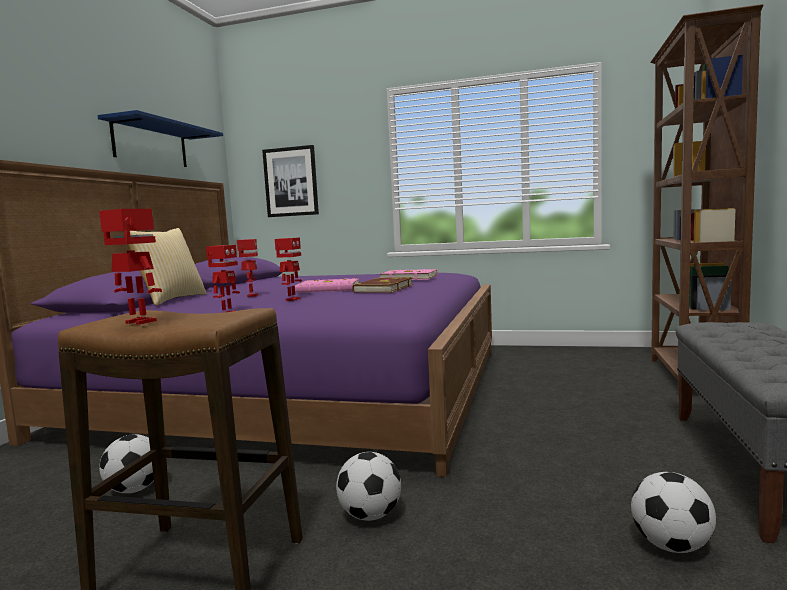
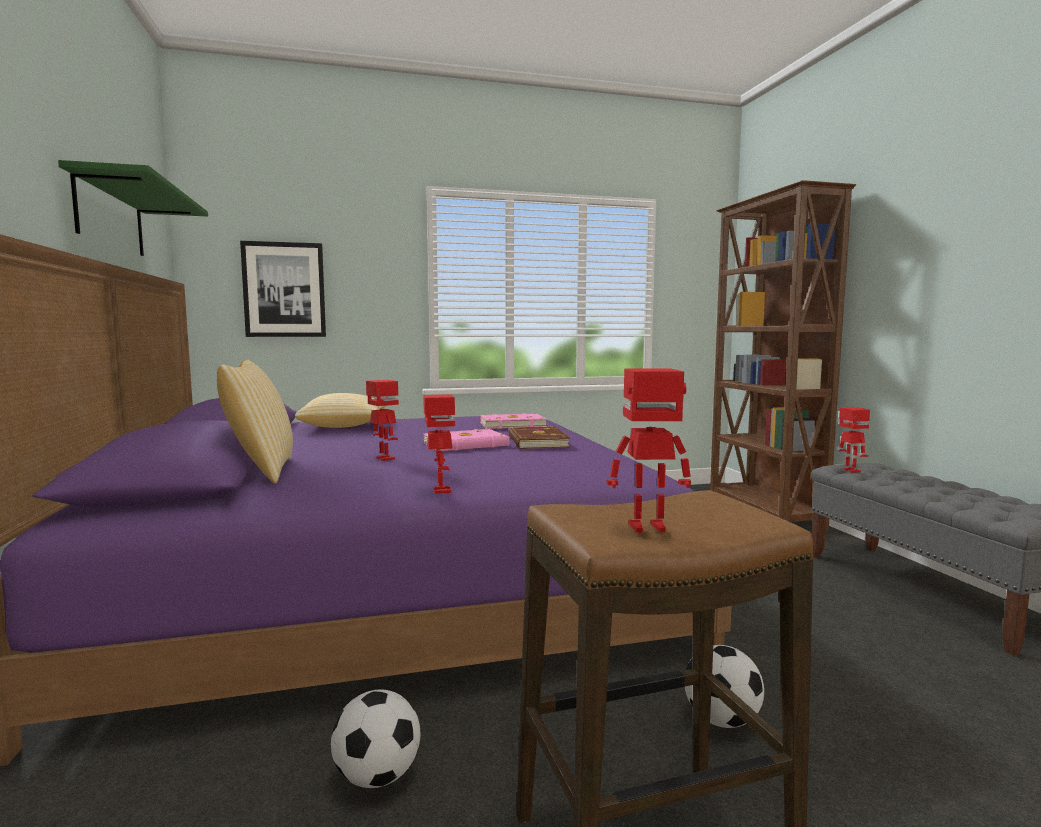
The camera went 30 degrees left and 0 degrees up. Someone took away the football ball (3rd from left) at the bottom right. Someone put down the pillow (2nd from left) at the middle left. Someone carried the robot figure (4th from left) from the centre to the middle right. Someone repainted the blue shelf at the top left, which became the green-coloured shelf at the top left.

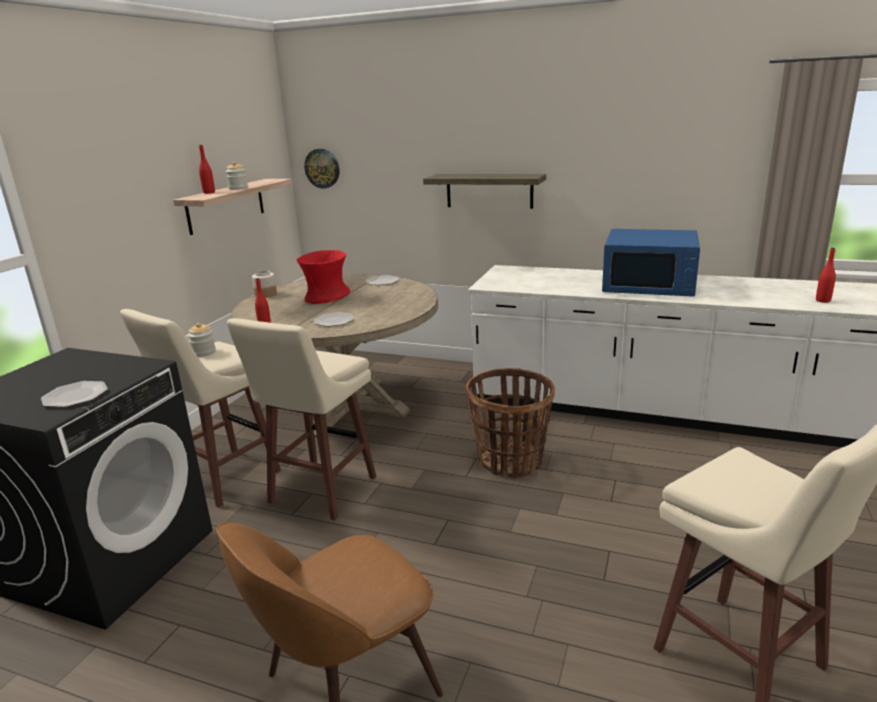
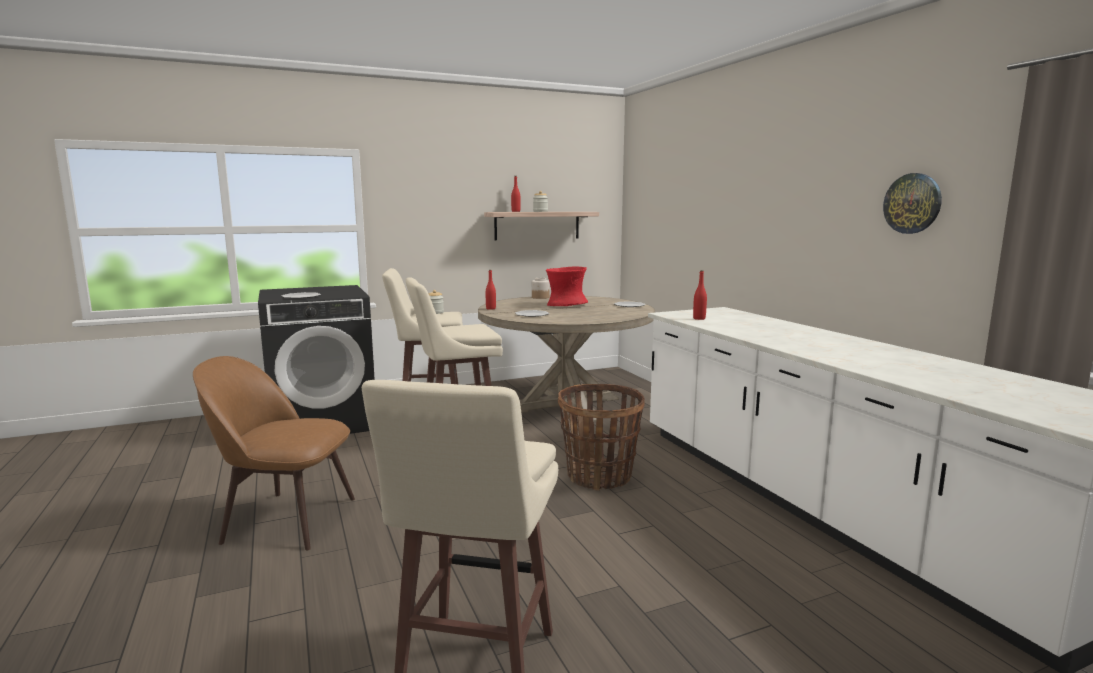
The camera went 45 degrees right and 10 degrees down. Someone took away the shelf (2nd from left) at the top centre. Someone took away the blue microwave at the middle right. Someone carried the clock on the wall from the top centre to the top right. Someone carried the red beverage bottle (3rd from left) from the middle right to the centre.

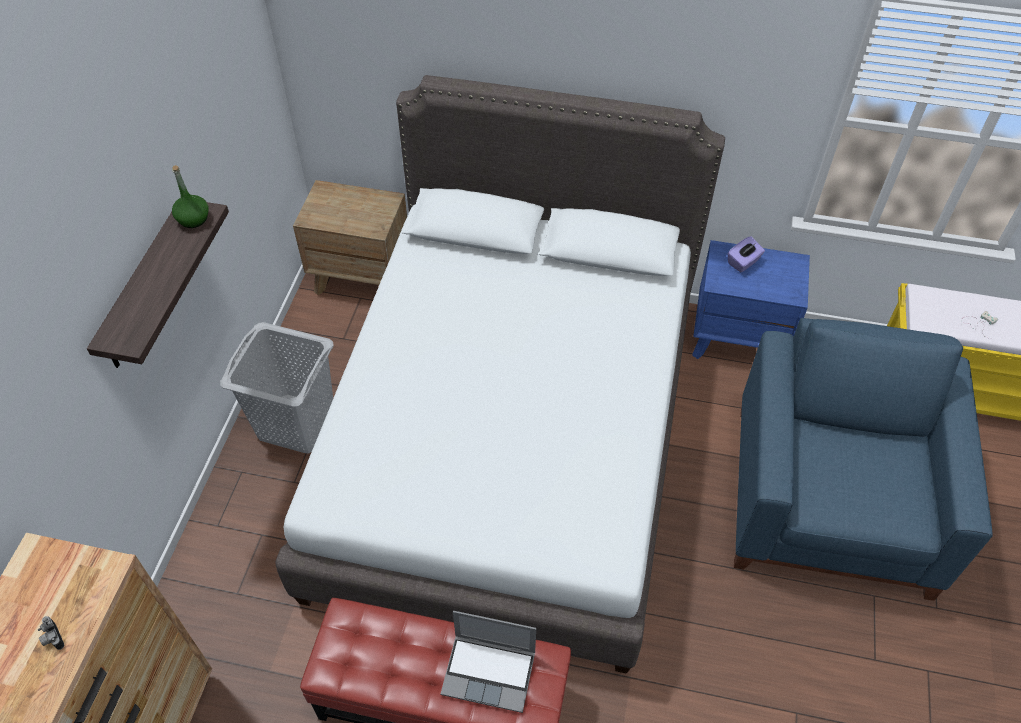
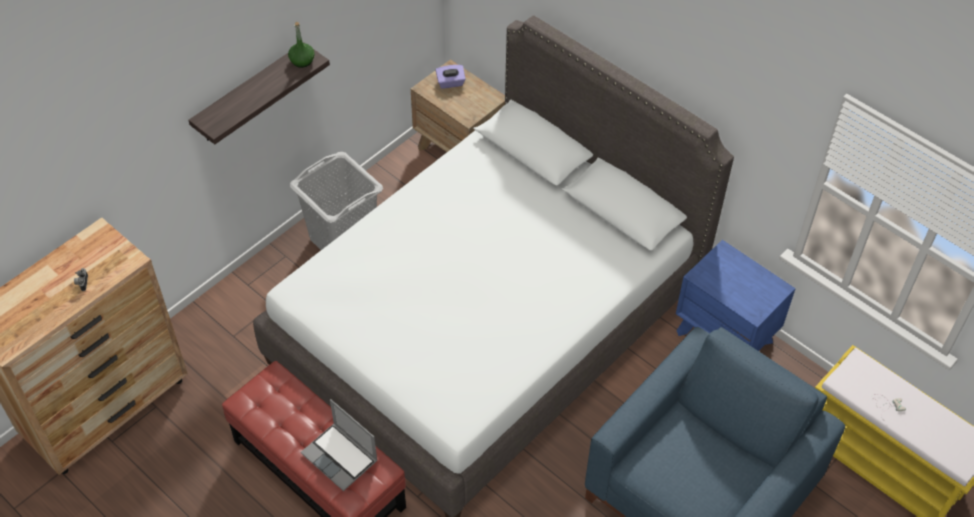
The camera went 30 degrees right and 0 degrees up. Someone carried the purplish tissue box from the middle right to the top centre.

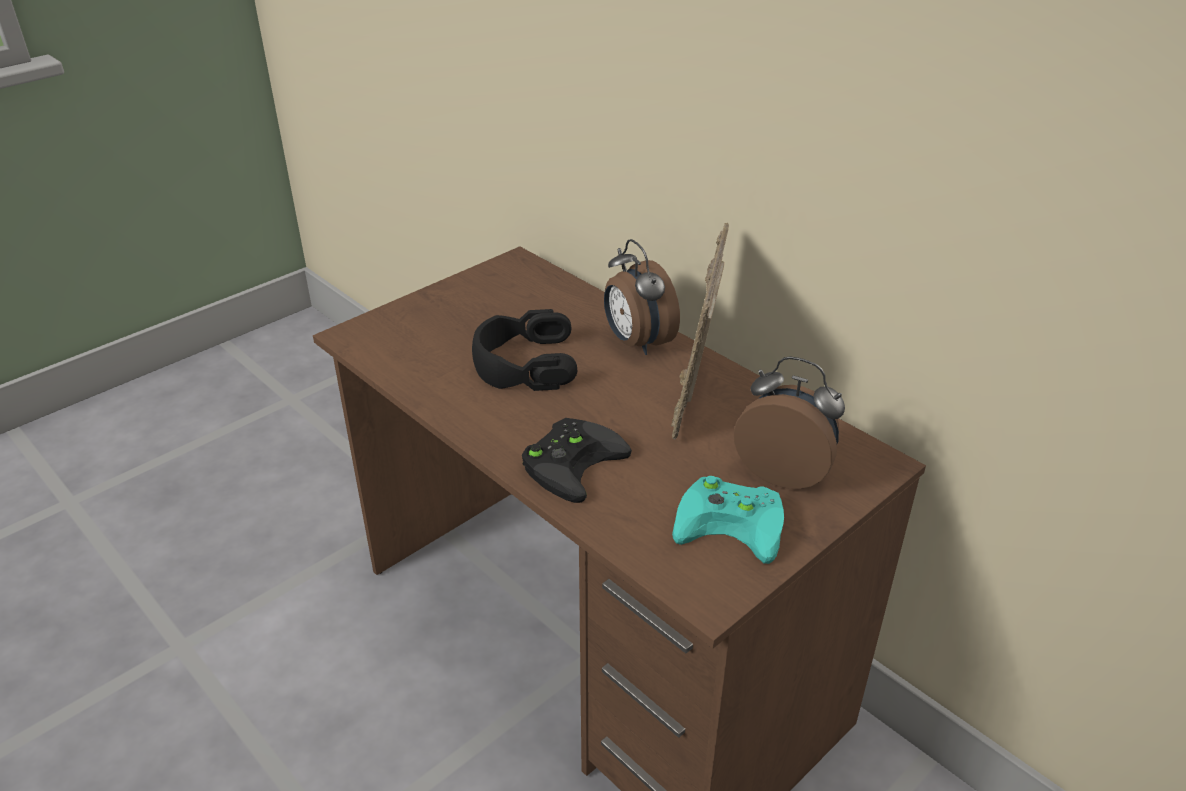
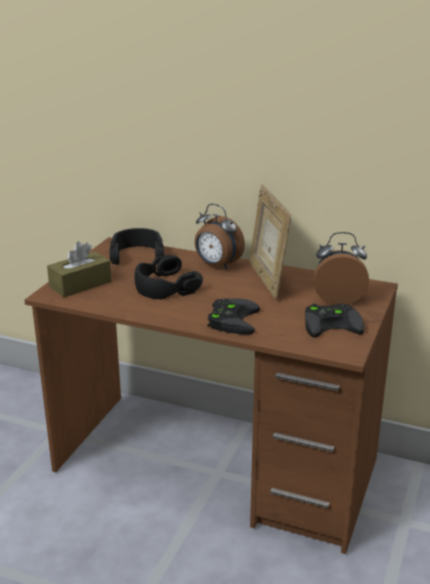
The camera went 25 degrees left and 10 degrees down. Someone put down the brown-coloured tissue box at the middle left. Someone put down the black-coloured headphones (1st from left) at the middle left. Someone repainted the blue-green joypad at the centre, which became the black-coloured joypad (2nd from left) at the middle right.

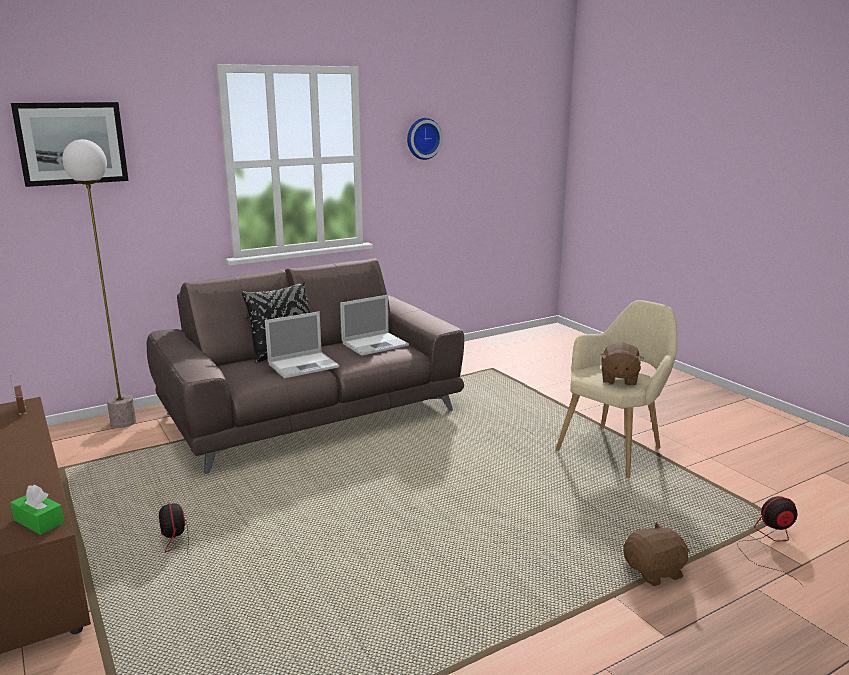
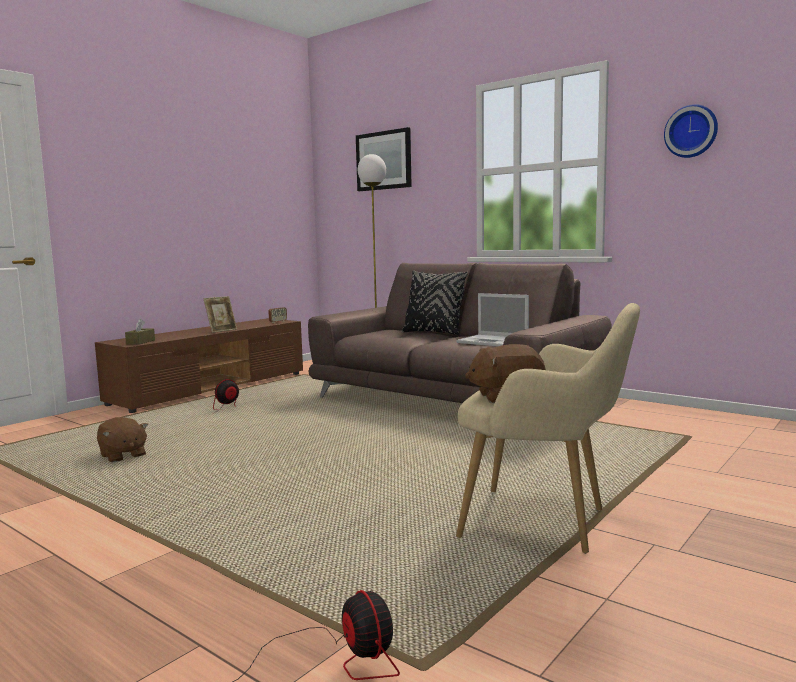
The camera went 70 degrees right and 10 degrees down. Someone took away the notebook computer (1st from left) at the centre. Someone put down the standing frame at the middle left. Someone carried the brown-coloured plush toy (2nd from left in the first image) from the bottom right to the middle left. Someone repainted the green-coloured tissue box at the bottom left, which became the brown-coloured tissue box at the middle left.

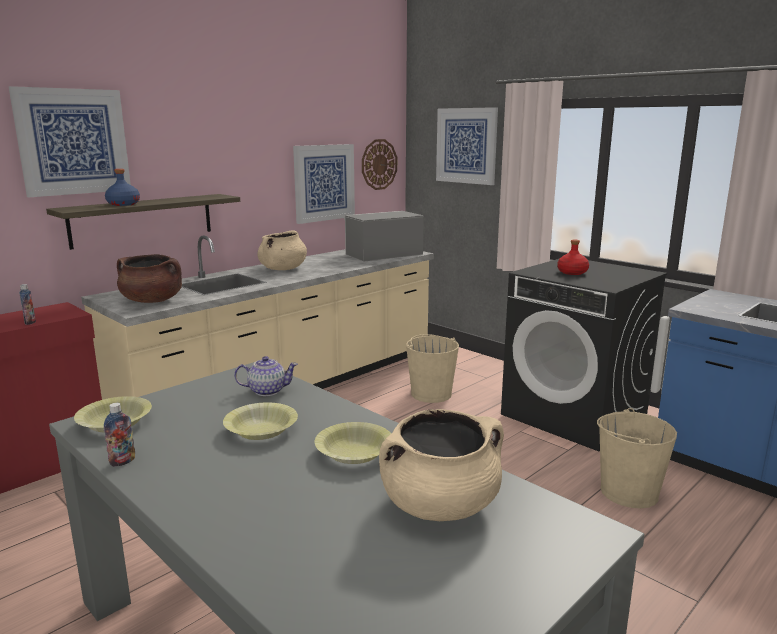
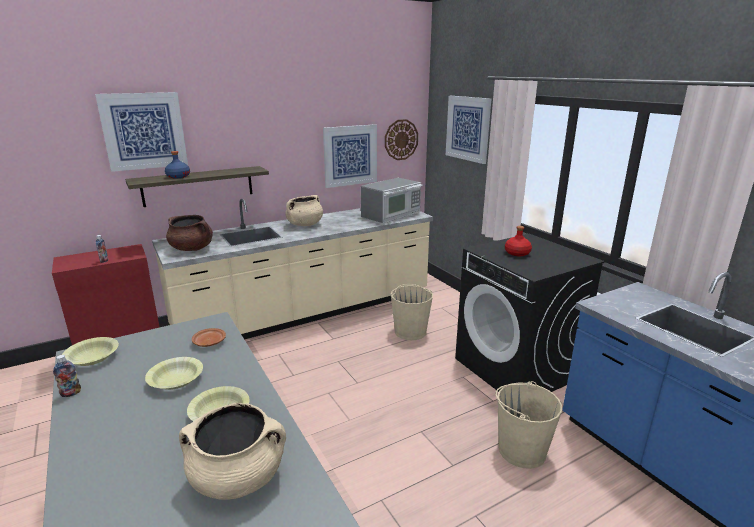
The camera went 15 degrees right and 5 degrees up. Someone swapped the pot for tea at the centre for the brown-coloured dinner plate at the middle left. Someone rotated the microwave at the centre by 150 degrees clockwise.

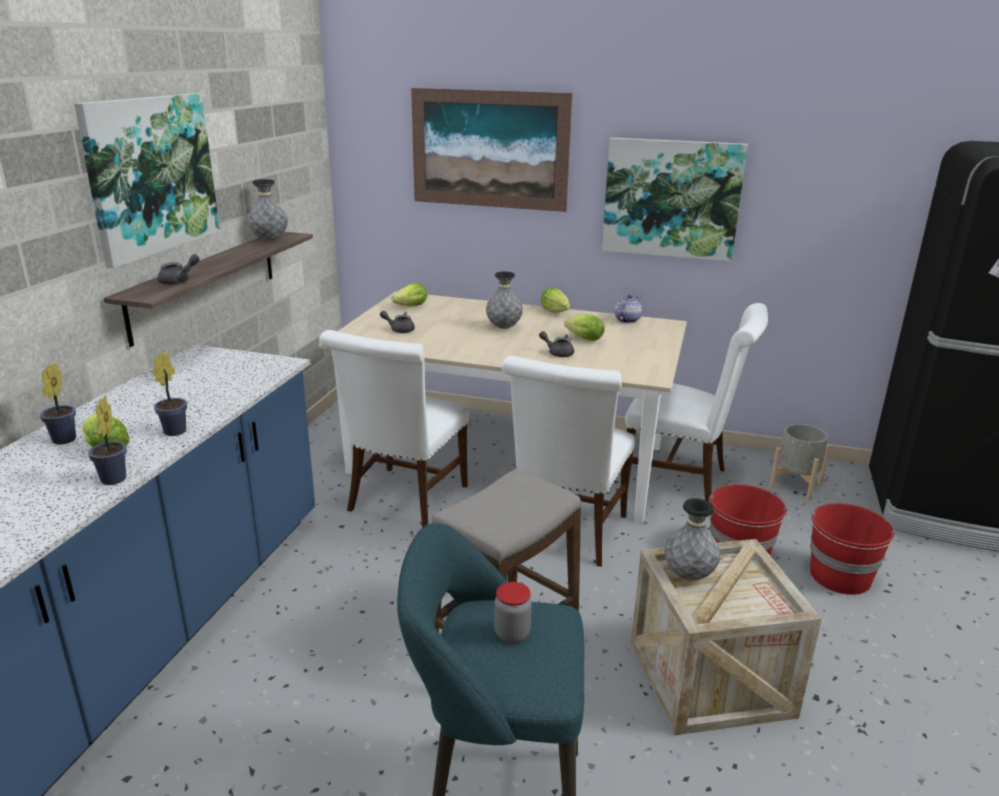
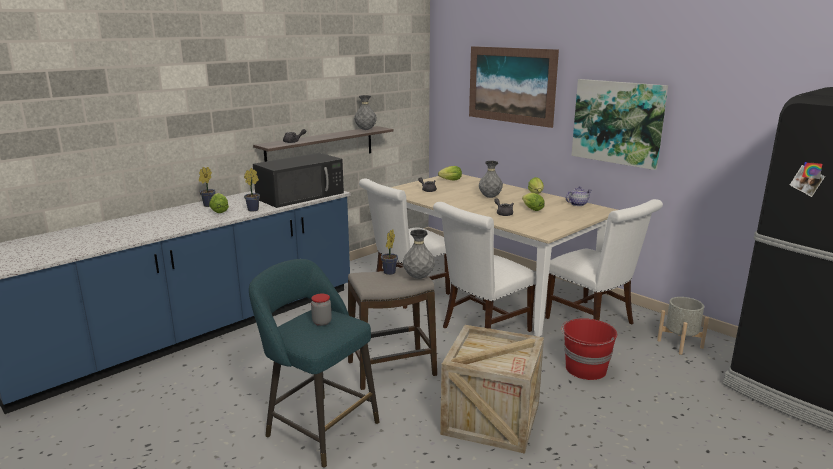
The camera went 30 degrees right and 5 degrees down. Someone took away the wall art (1st from left) at the top left. Someone took away the red water bucket (2nd from left) at the bottom right. Someone put down the black-coloured microwave at the centre. Someone carried the potted plant (2nd from left in the first image) from the middle left to the centre. Someone carried the greyish vase (3rd from left in the first image) from the bottom right to the centre.

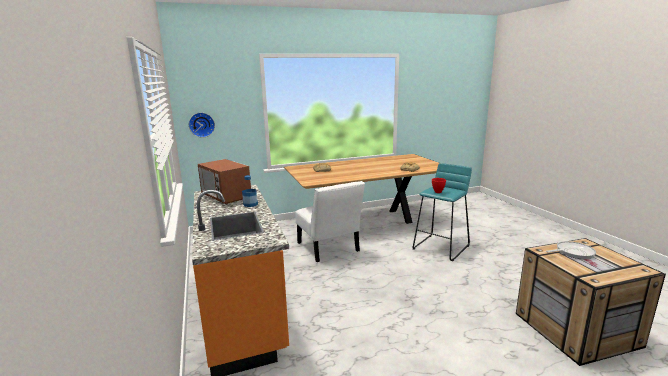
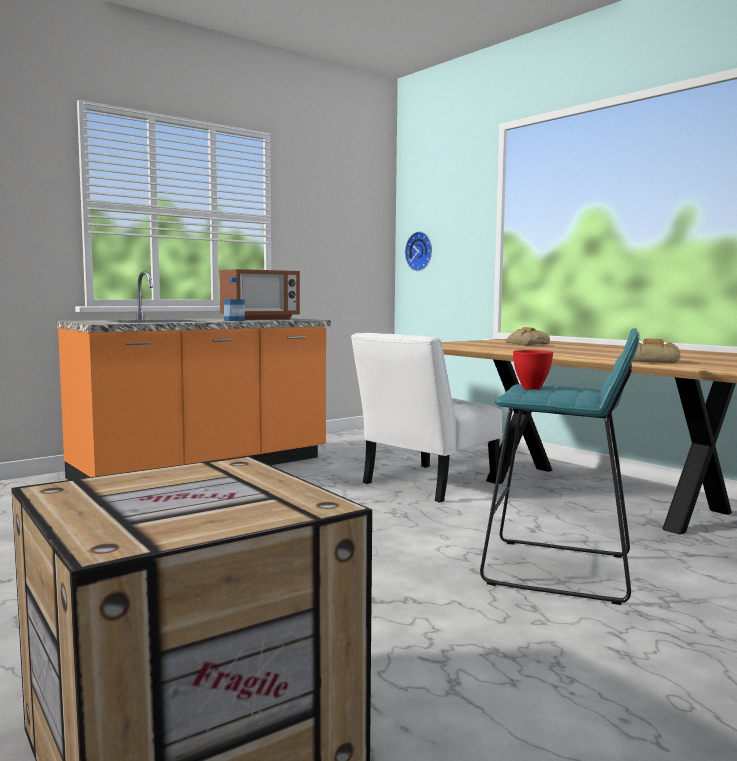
The camera went 70 degrees right and 10 degrees down. Someone took away the frying pan at the middle right. Someone rotated the microwave at the centre by 150 degrees counterclockwise.

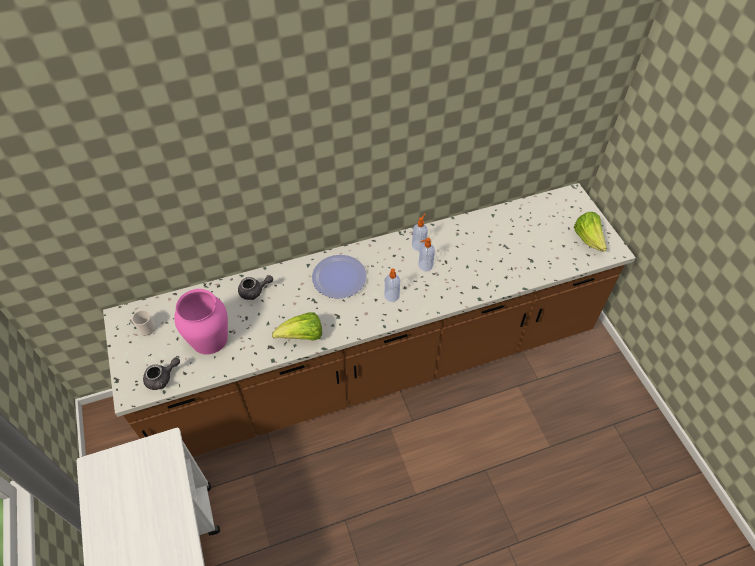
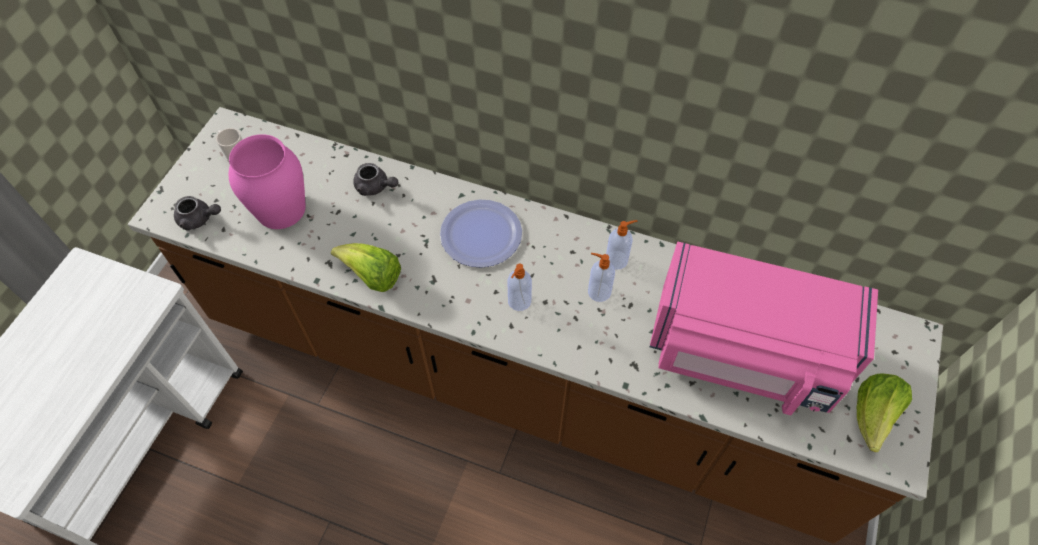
The camera went 40 degrees right and 5 degrees up. Someone put down the pink-coloured microwave at the middle right.

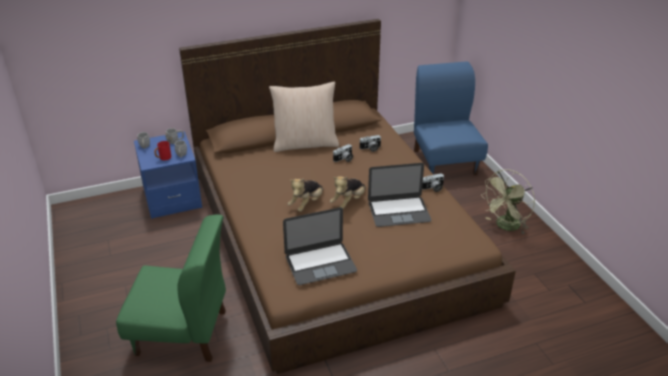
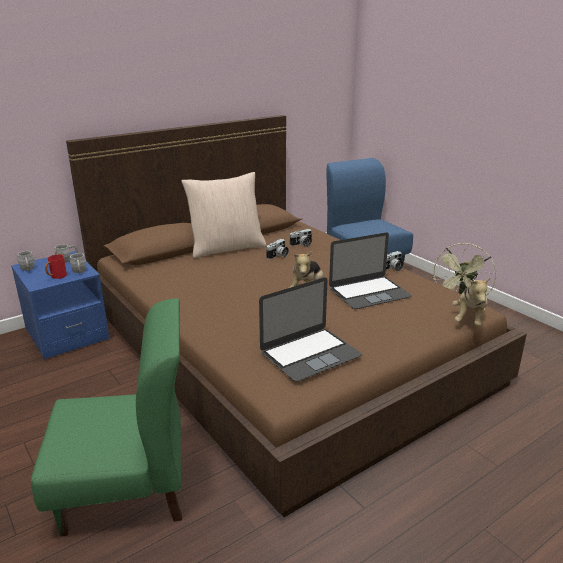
The camera went 15 degrees left and 10 degrees down. Someone carried the plush toy (1st from left in the first image) from the centre to the middle right.

